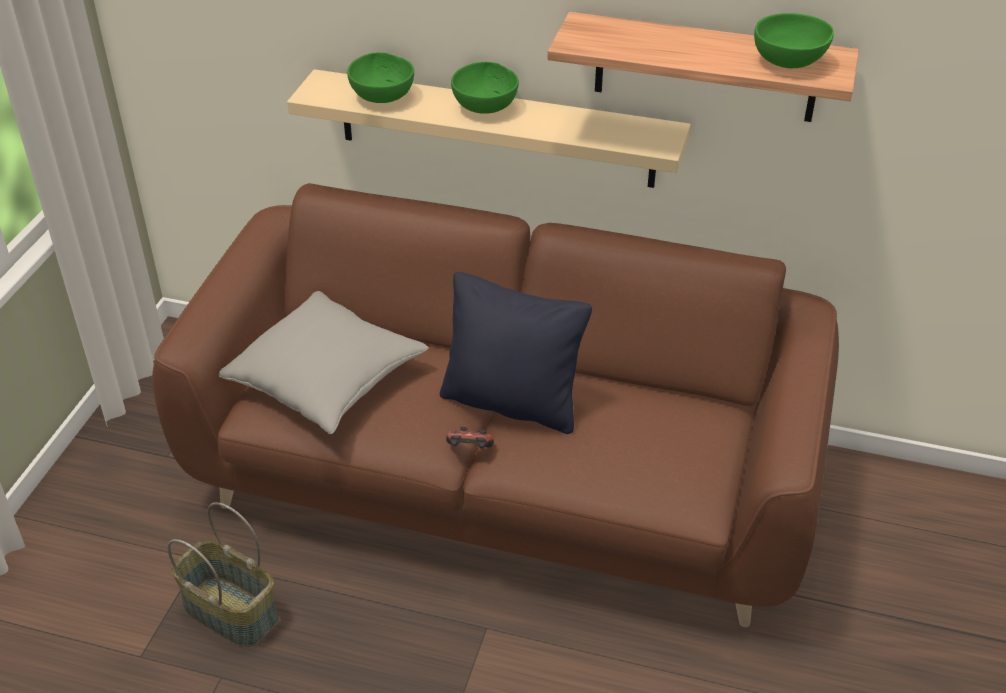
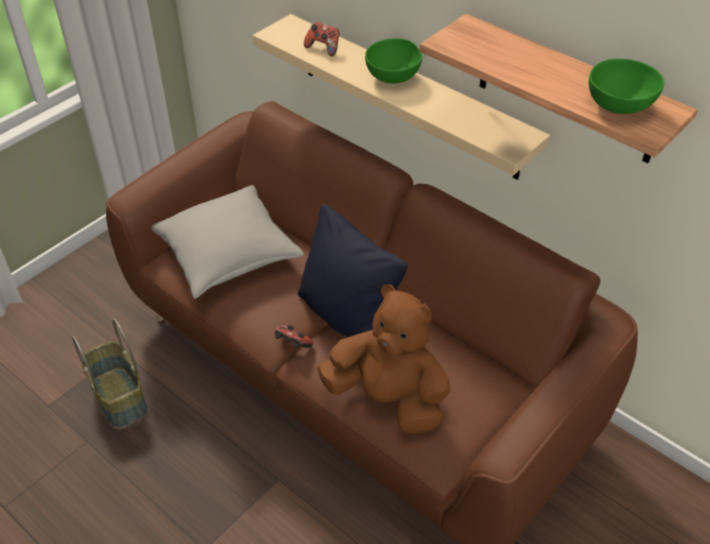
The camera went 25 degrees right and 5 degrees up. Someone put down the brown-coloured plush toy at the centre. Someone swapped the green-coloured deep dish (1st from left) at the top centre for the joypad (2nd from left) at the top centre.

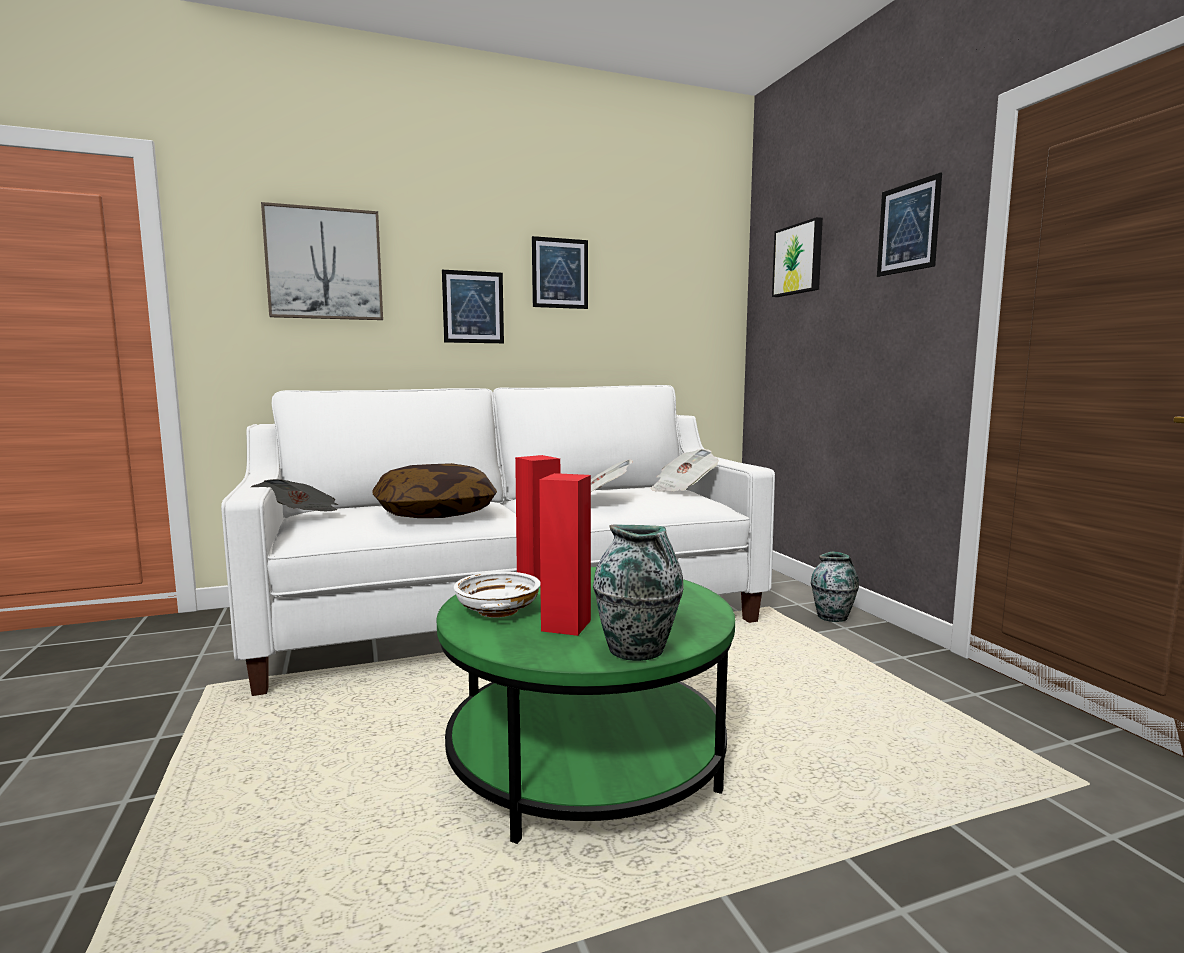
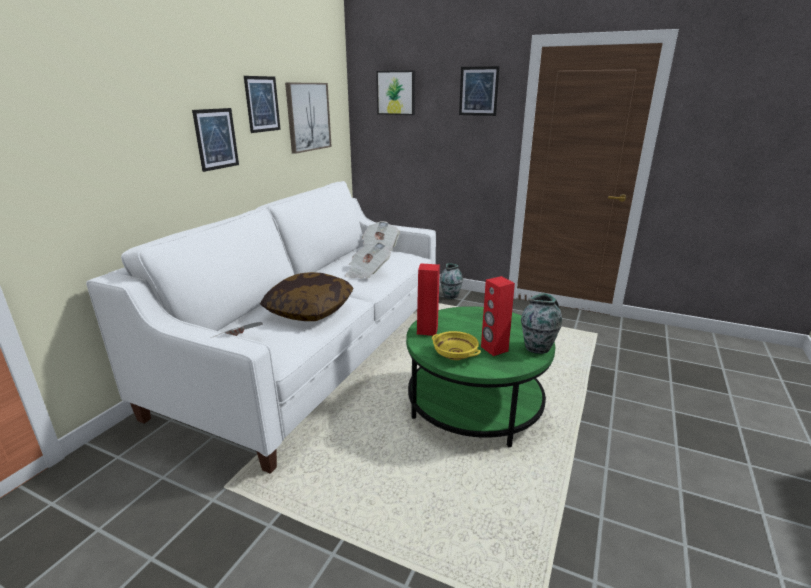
The camera went 45 degrees left and 15 degrees up. Someone carried the wall art (1st from left in the first image) from the top left to the top centre. Someone repainted the white deep dish at the centre, which became the yellow deep dish at the centre.

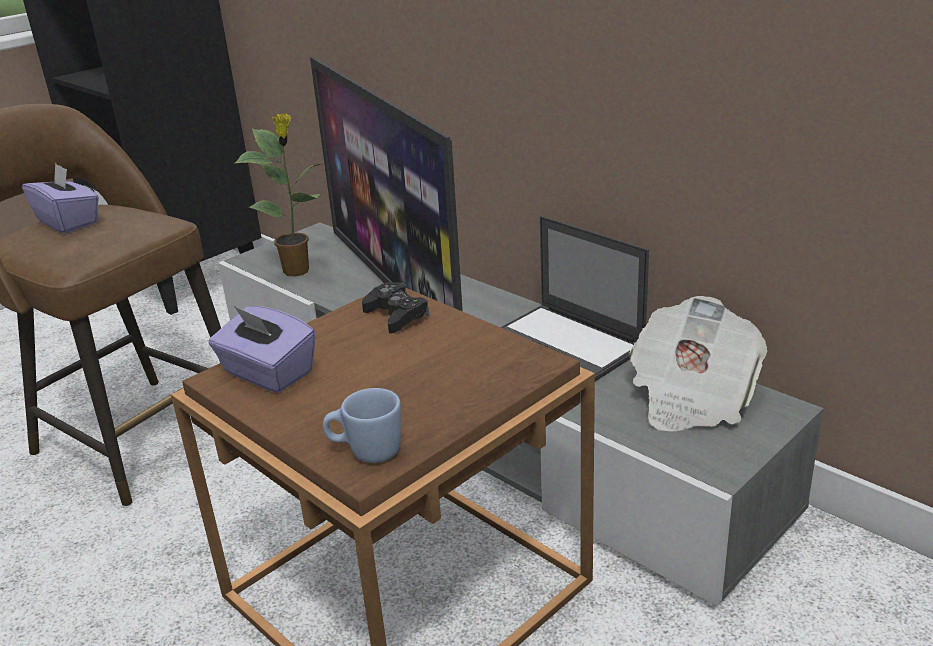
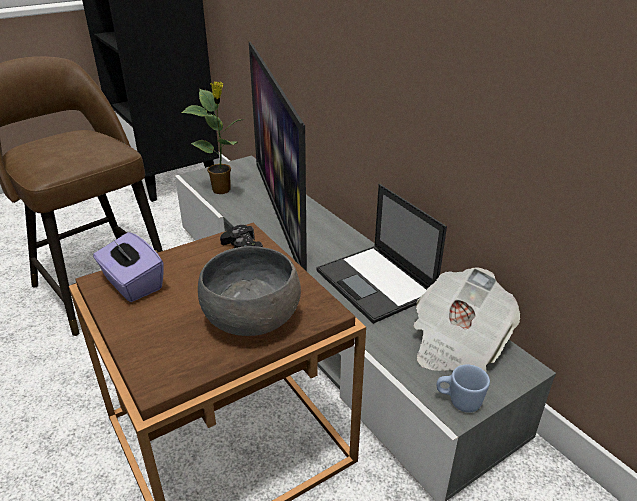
The camera went 10 degrees right and 5 degrees up. Someone took away the purplish tissue box (1st from left) at the top left. Someone put down the greyish deep dish at the centre. Someone carried the blue tea mug from the centre to the bottom right.

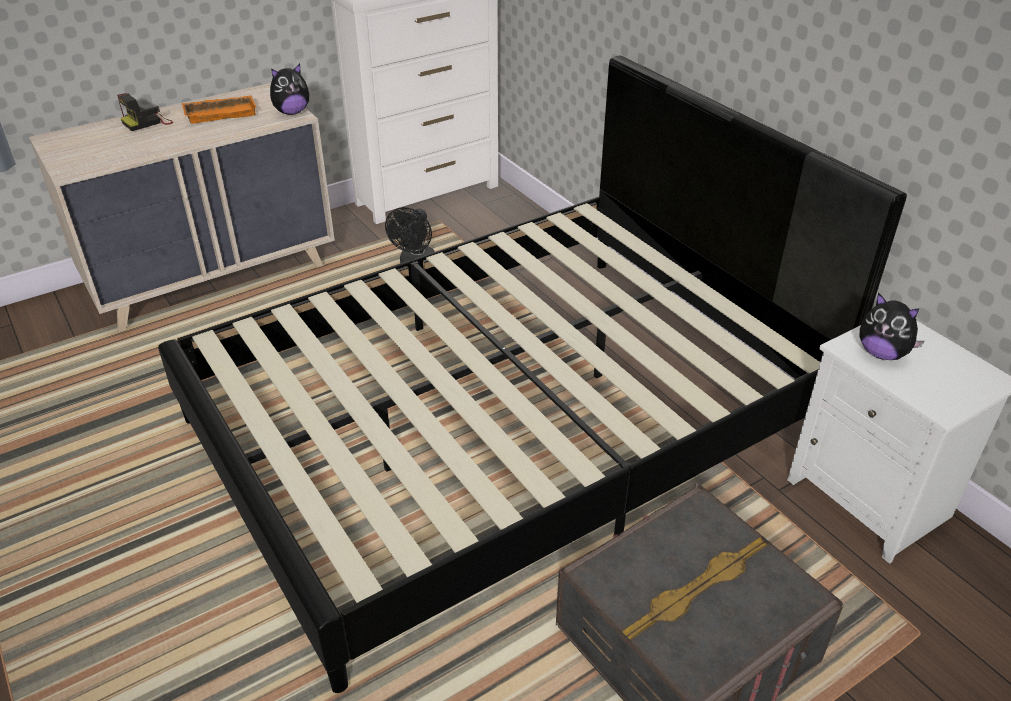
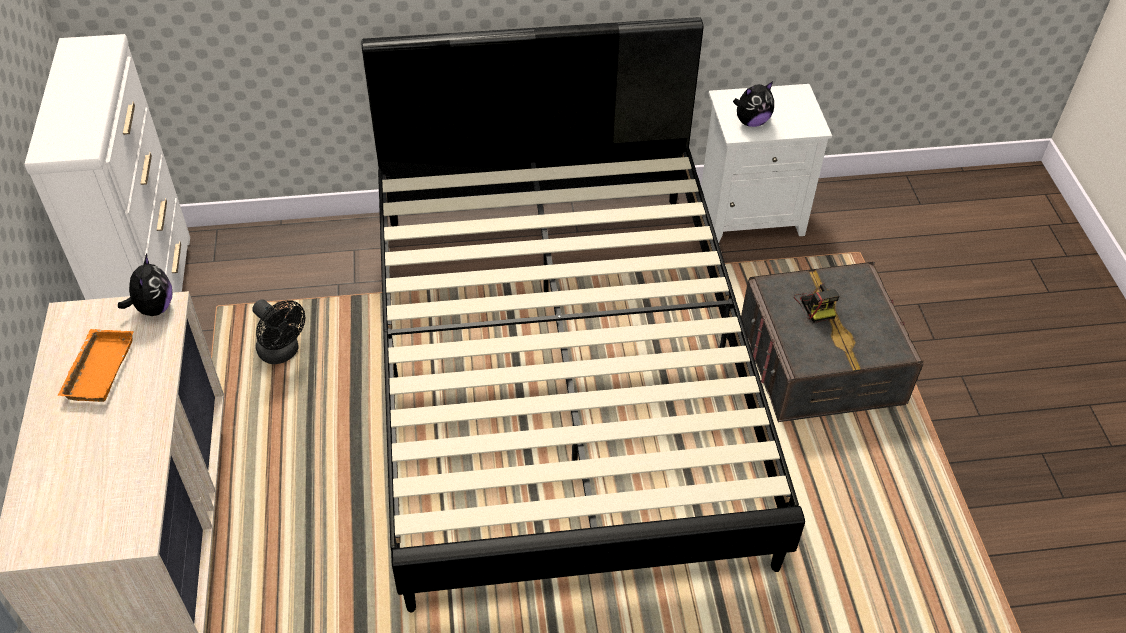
The camera went 65 degrees left and 10 degrees up. Someone carried the still camera from the top left to the middle right.

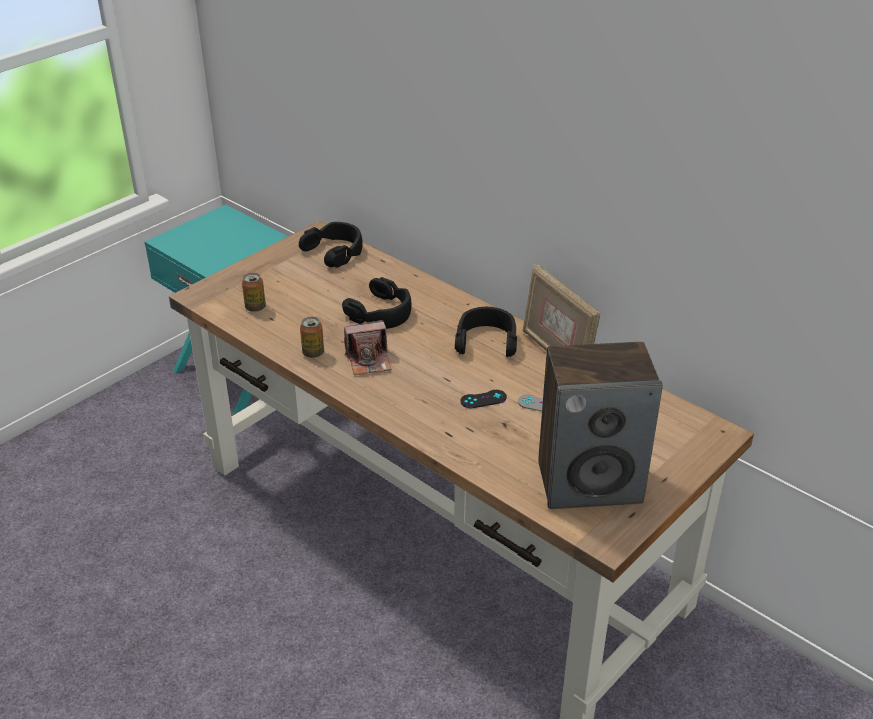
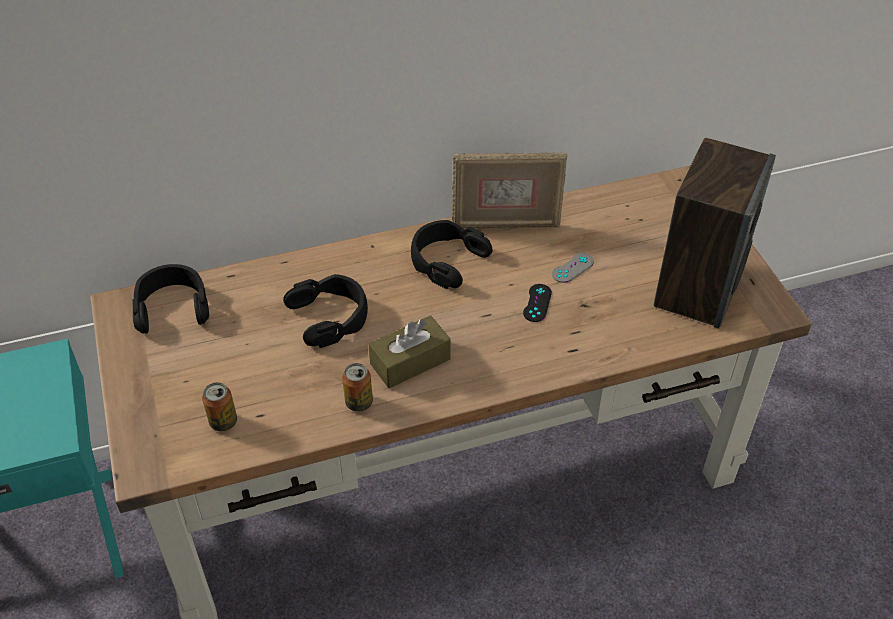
The camera went 60 degrees left and 10 degrees up. Someone swapped the still camera at the centre for the brown-coloured tissue box at the centre.

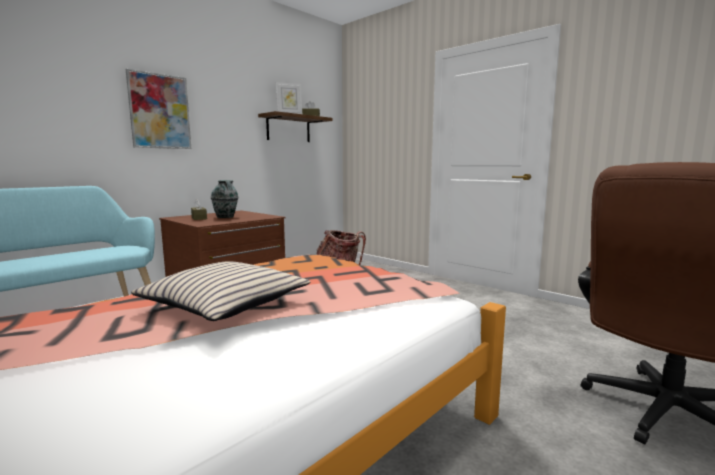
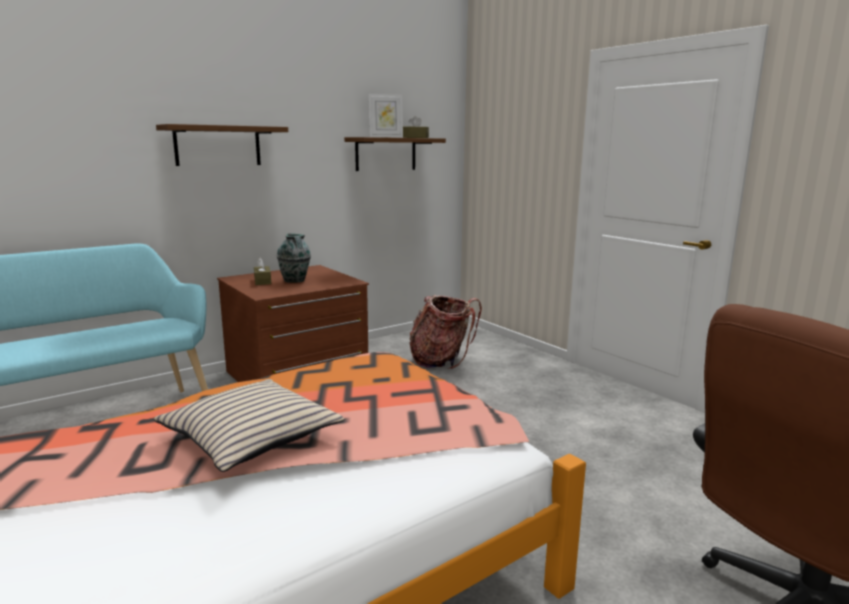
The camera went 10 degrees right and 5 degrees up. Someone swapped the wall art at the top left for the brown-coloured shelf (1st from left) at the top left.

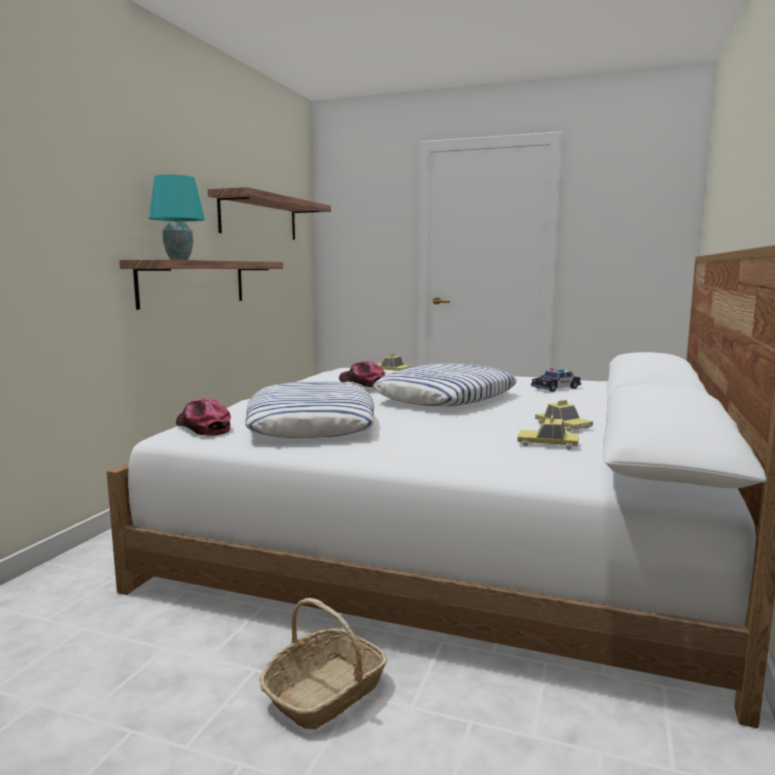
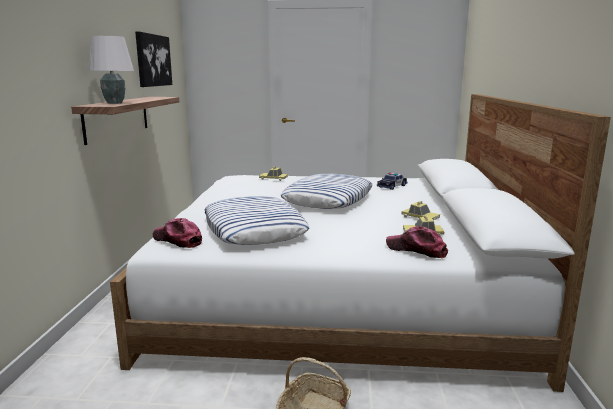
The camera went 15 degrees left and 5 degrees up. Someone carried the peaked cap (2nd from left) from the centre to the middle right. Someone swapped the shelf (2nd from left) at the top centre for the wall art at the top left. Someone repainted the blue-green lamp for a table at the top left, which became the white lamp for a table at the top left.

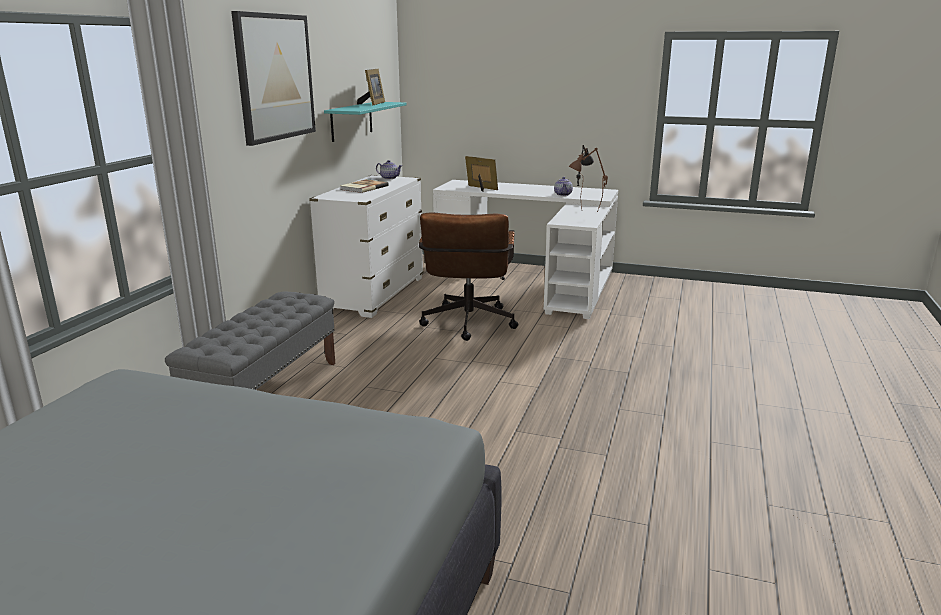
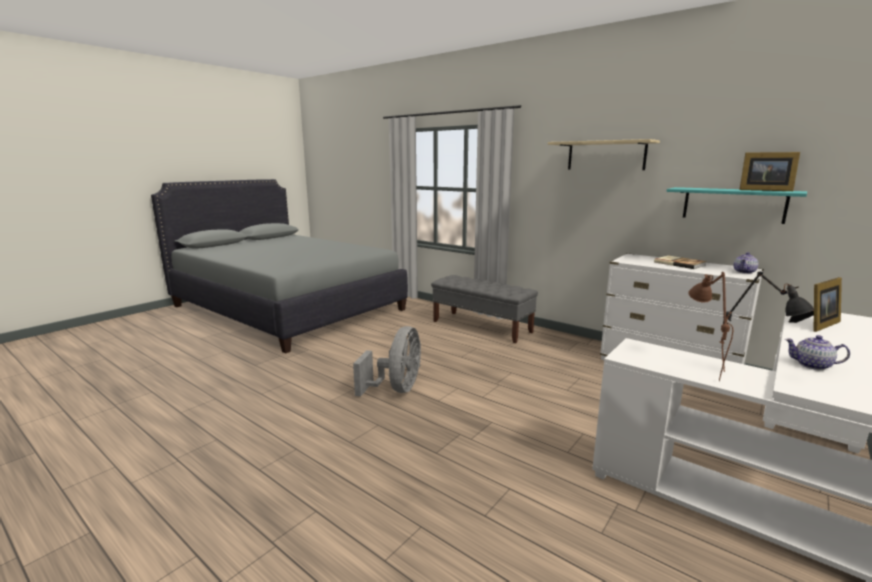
The camera went 110 degrees right and 5 degrees down. Someone took away the brown-coloured computer chair at the centre. Someone put down the greyish fan at the centre. Someone swapped the wall art at the top left for the beige shelf at the top right.

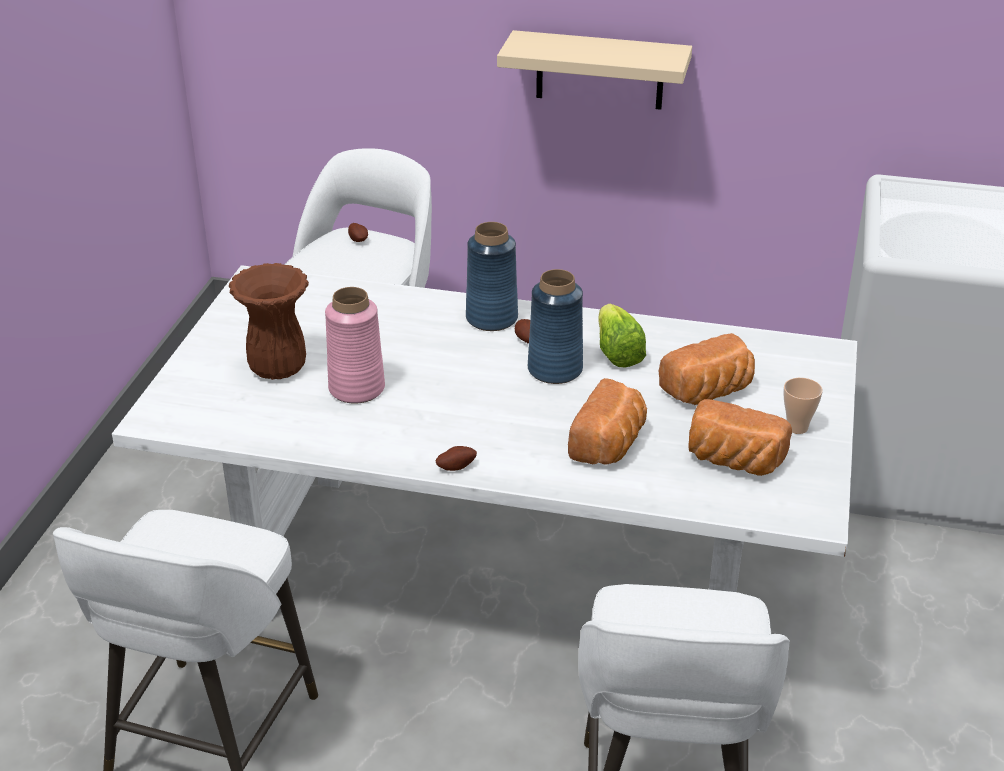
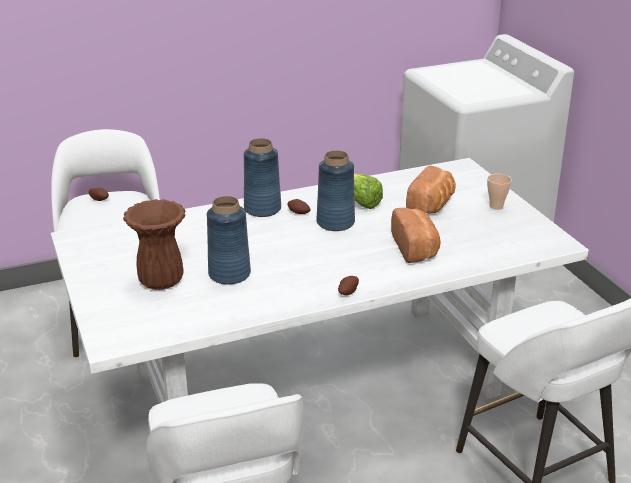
The camera went 35 degrees left and 5 degrees down. Someone took away the beige shelf at the top centre. Someone took away the baked bread (3rd from left) at the middle right. Someone repainted the pink-coloured vase at the centre, which became the blue vase (1st from left) at the centre.

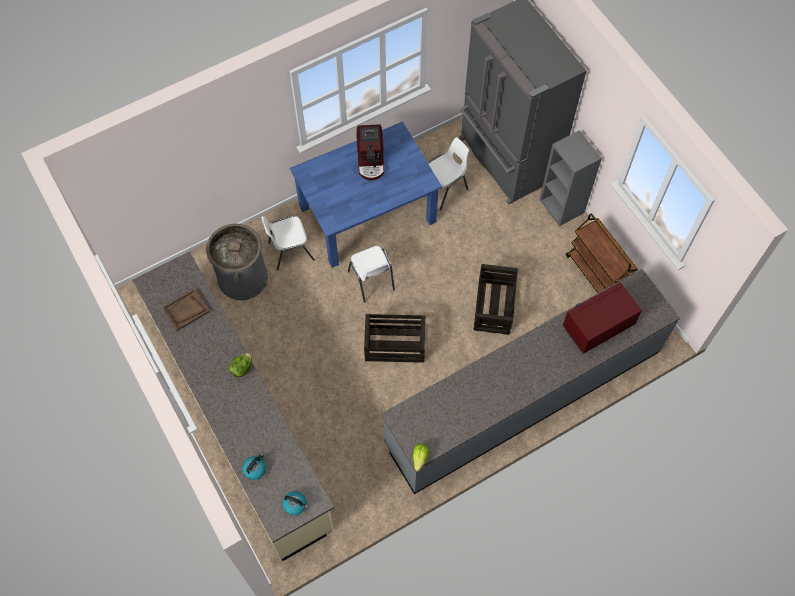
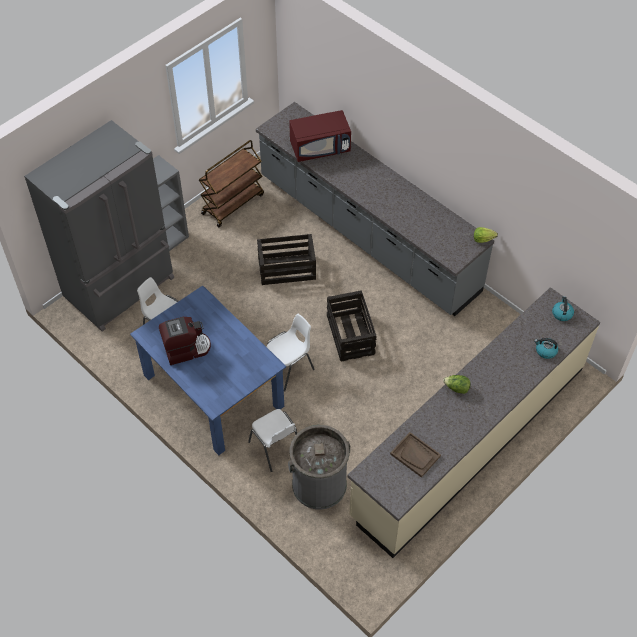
The camera went 105 degrees left and 10 degrees down. Someone rotated the red microwave at the middle right by 60 degrees counterclockwise.

